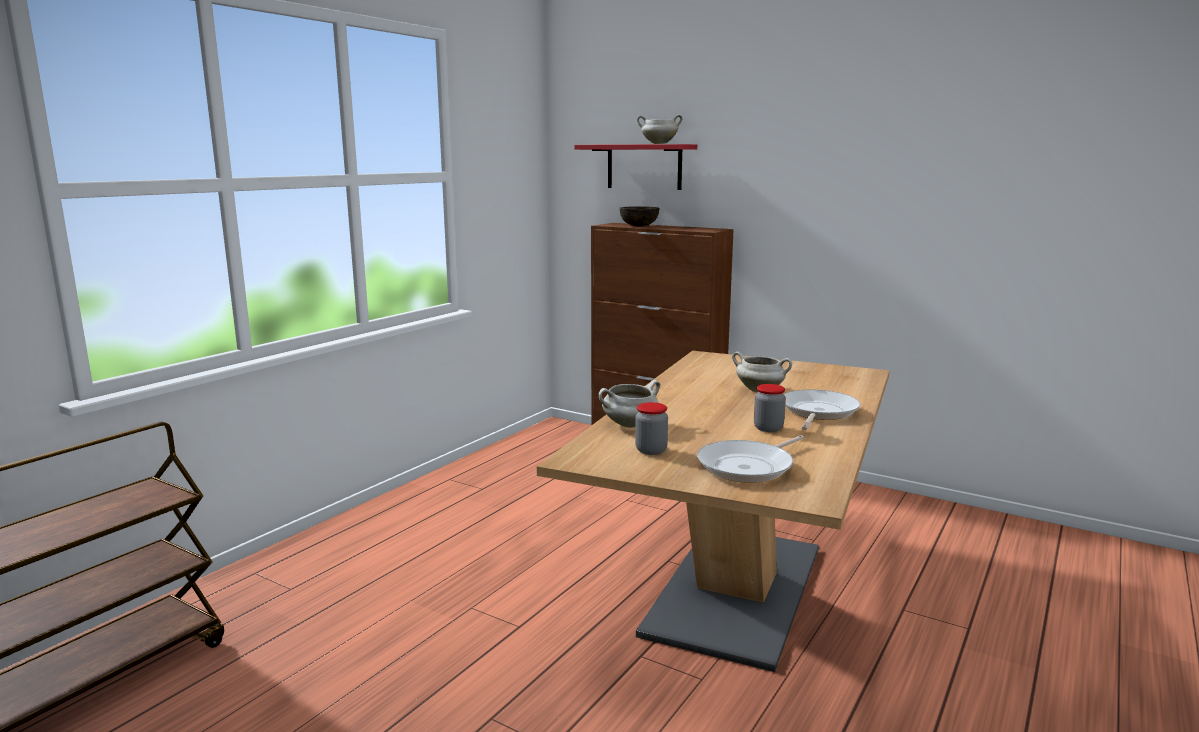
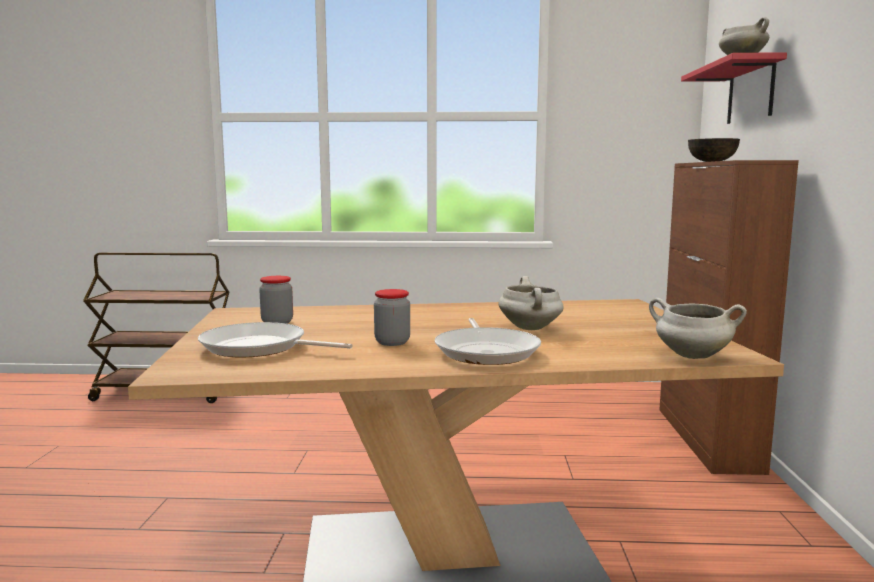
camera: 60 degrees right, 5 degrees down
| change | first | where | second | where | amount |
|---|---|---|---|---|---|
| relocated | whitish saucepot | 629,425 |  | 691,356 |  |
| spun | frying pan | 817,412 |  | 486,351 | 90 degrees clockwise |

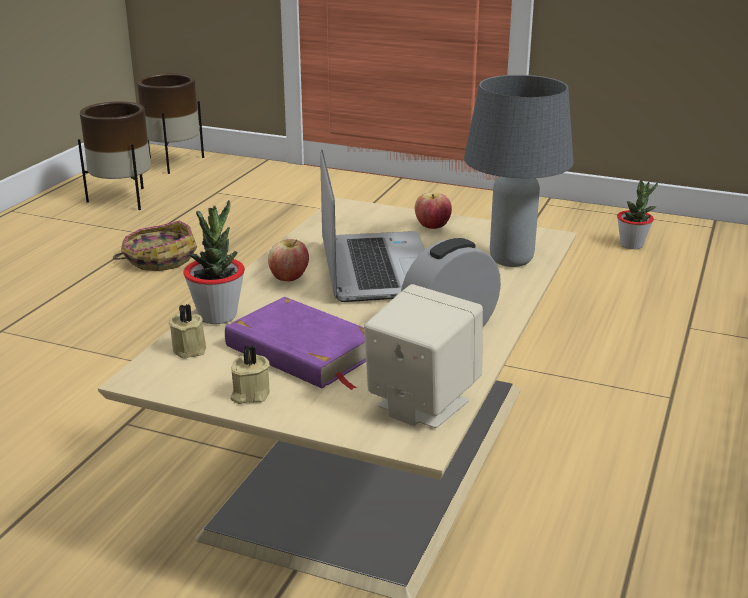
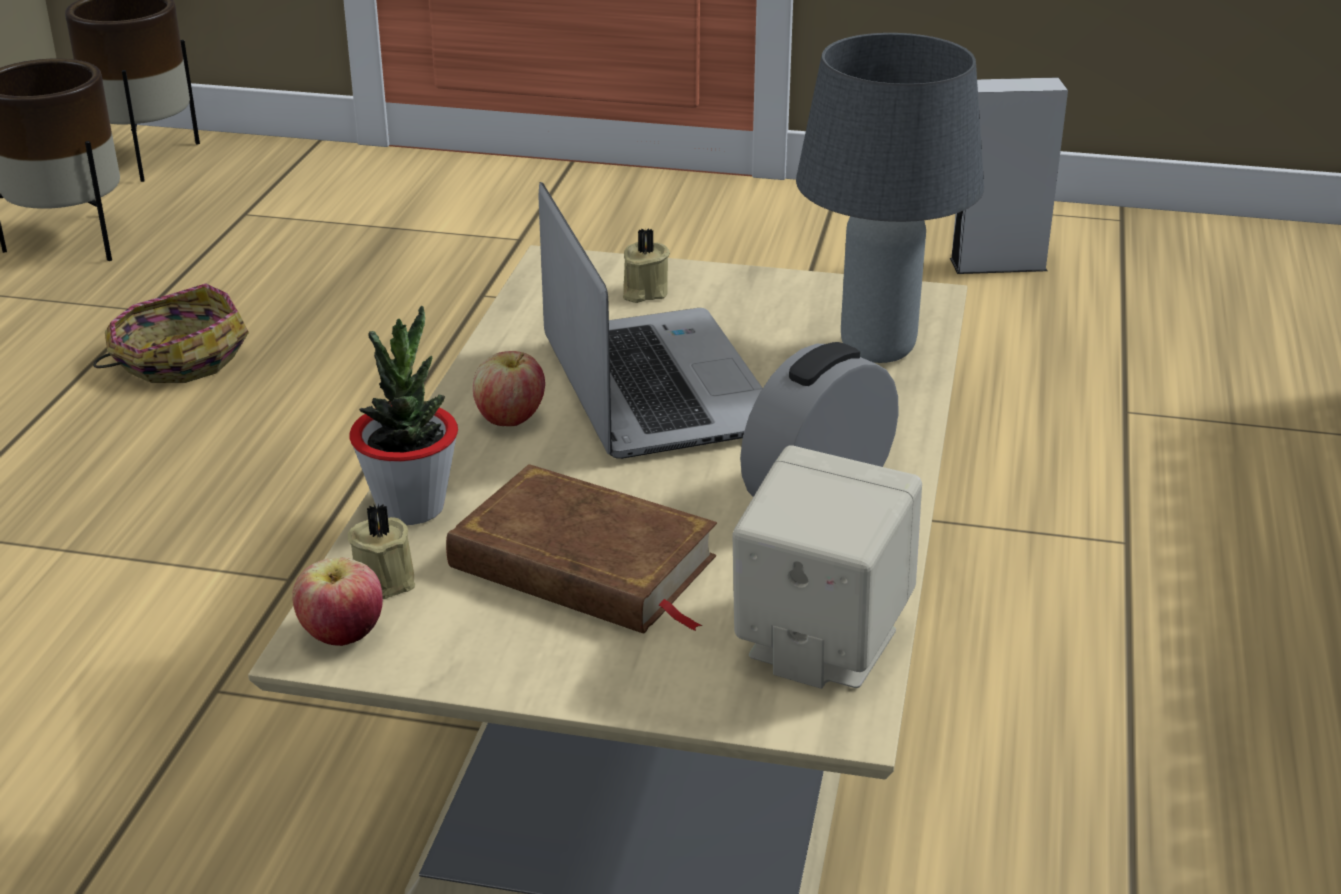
camera: 10 degrees left, 5 degrees up
| change | first | where | second | where | amount |
|---|---|---|---|---|---|
| relocated | beige-coloured wax candle | 249,394 |  | 643,292 |  |
| relocated | apple fruit | 432,227 |  | 342,636 |  |
| exchanged | houseplant | 632,245 | gray audio speaker | 998,264 |  |
| colour | purplish bound book | 301,351 | brown bound book | 583,564 |  |

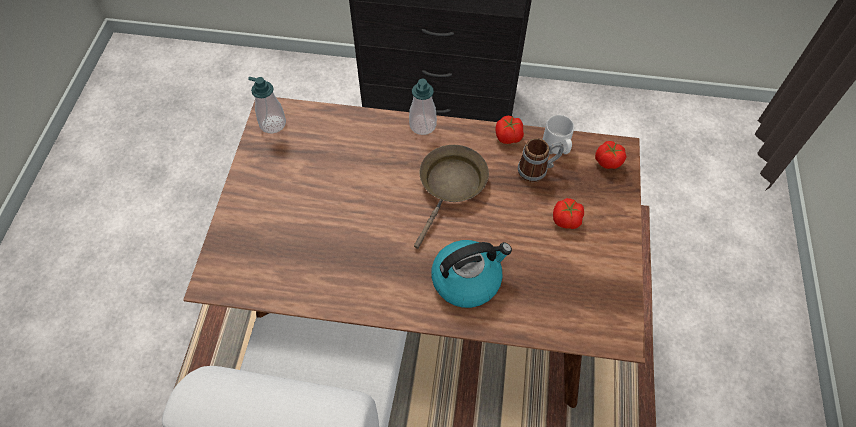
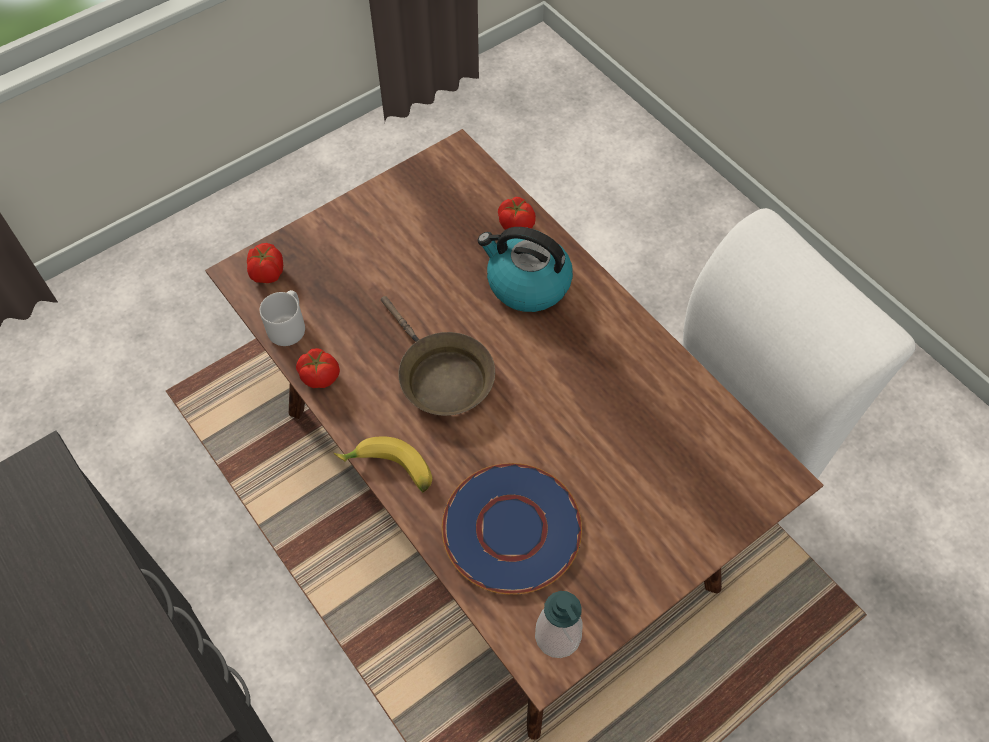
camera: 135 degrees left, 0 degrees up
| change | first | where | second | where | amount |
|---|---|---|---|---|---|
| missing | mug | 538,169 |  |  |  |
| appeared |  |  | blue-coloured flat dish | 511,528 |  |
| relocated | whole tomato | 566,220 |  | 516,225 |  |
| exchanged | soap bottle | 422,125 | whole banana | 388,471 |  |
| spun | brown frying pan | 451,186 |  | 441,376 | 105 degrees counterclockwise |

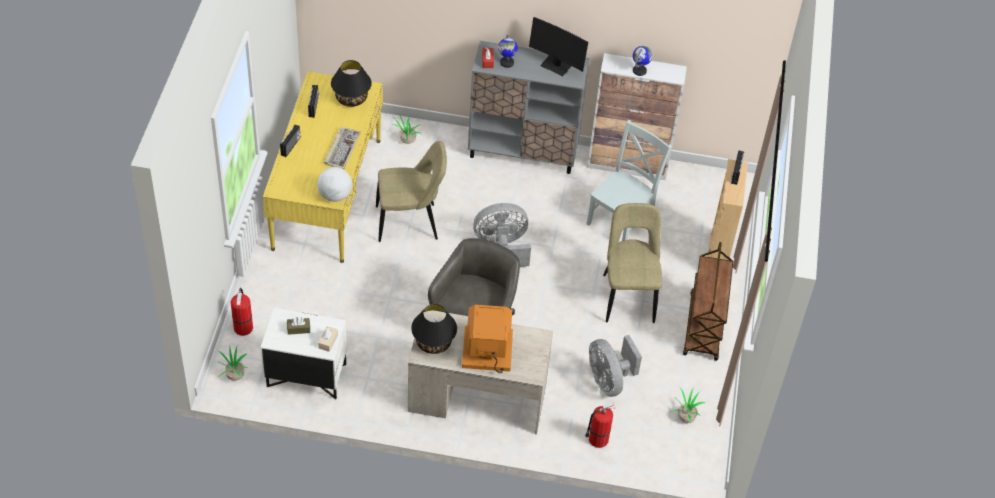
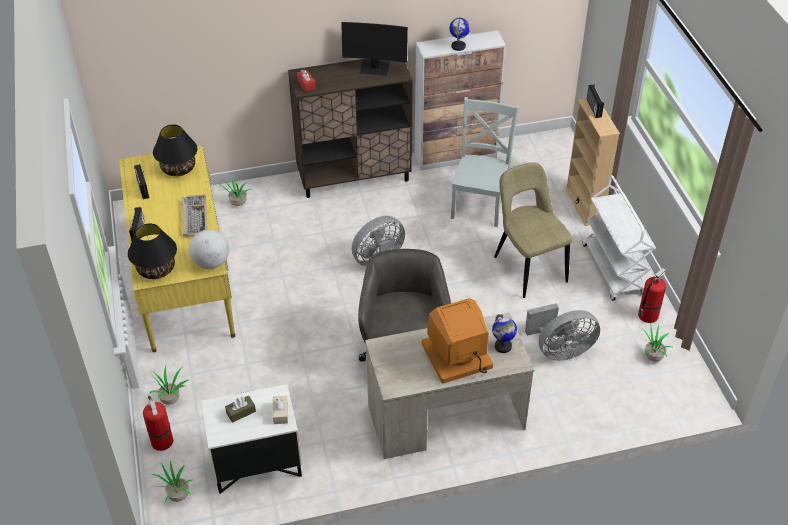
camera: 20 degrees left, 5 degrees down
| change | first | where | second | where | amount |
|---|---|---|---|---|---|
| missing | beige-coloured chair | 410,223 |  |  |  |
| appeared |  |  | houseplant | 171,399 |  |
| relocated | black lamp for a table | 434,342 |  | 156,269 |  |
| relocated | desk globe | 507,62 |  | 503,346 |  |
| relocated | extinguisher | 597,439 |  | 647,316 |  |
| colour | gray cabinet | 523,152 | brown cabinet | 354,177 |  |
| colour | brown cart | 703,328 | whitish cart | 613,270 |  |
| spun | gray cooling fan | 609,380 |  | 560,350 | 60 degrees counterclockwise |

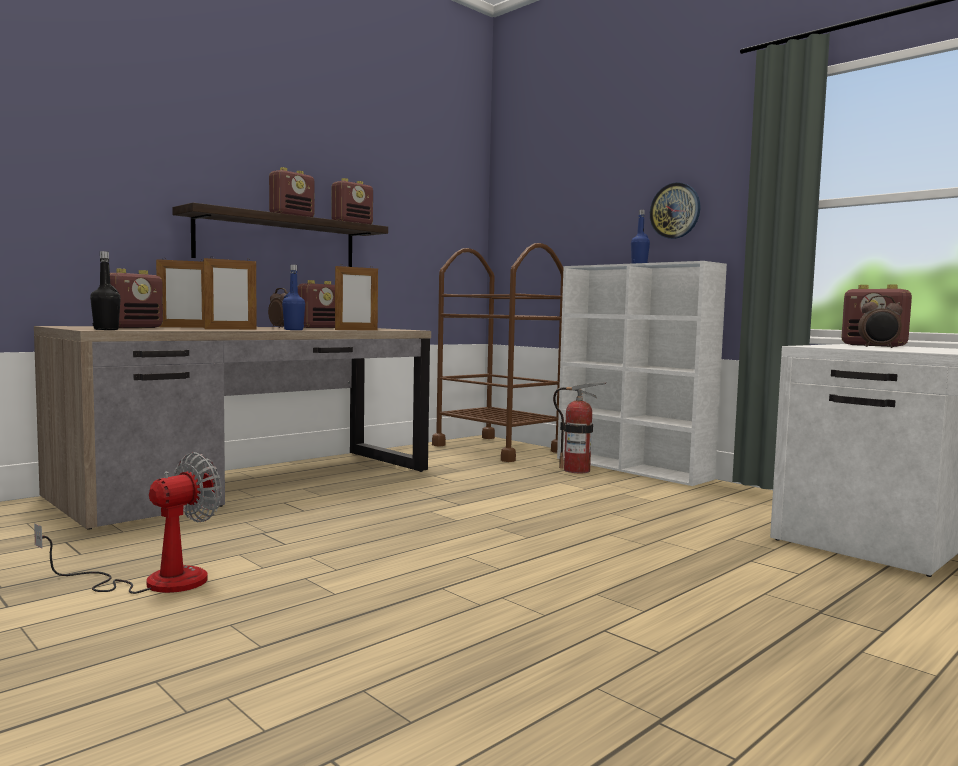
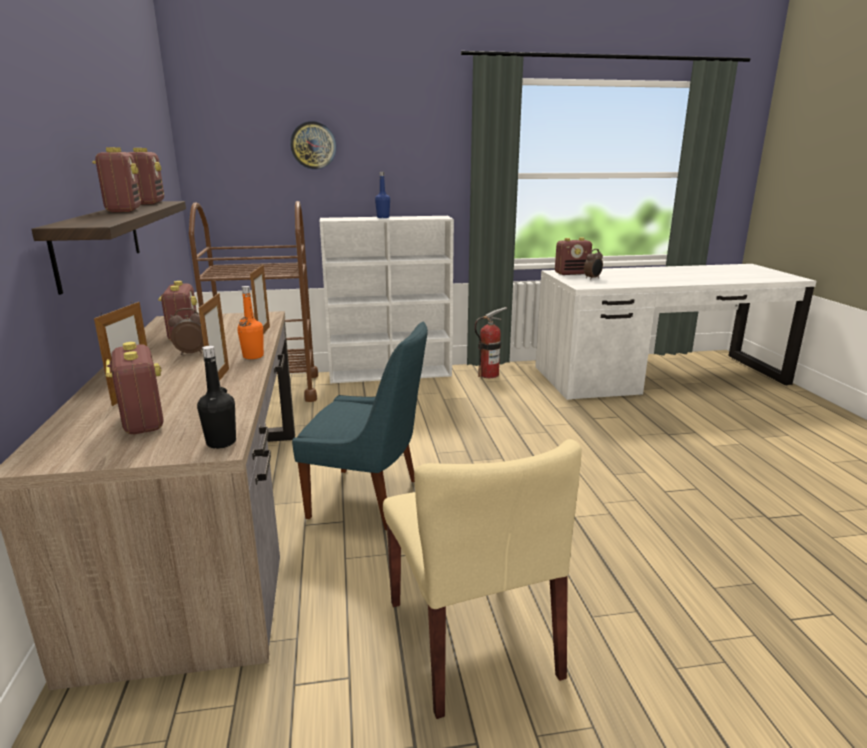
camera: 55 degrees left, 15 degrees up
| change | first | where | second | where | amount |
|---|---|---|---|---|---|
| appeared |  |  | blue-coloured chair | 368,499 |  |
| relocated | extinguisher | 576,470 |  | 488,374 |  |
| relocated | wall clock | 675,211 |  | 313,145 |  |
| exchanged | cooling fan | 154,581 | beige-coloured chair | 472,639 |  |
| colour | blue-coloured bottle | 293,330 | orange bottle | 253,356 |  |

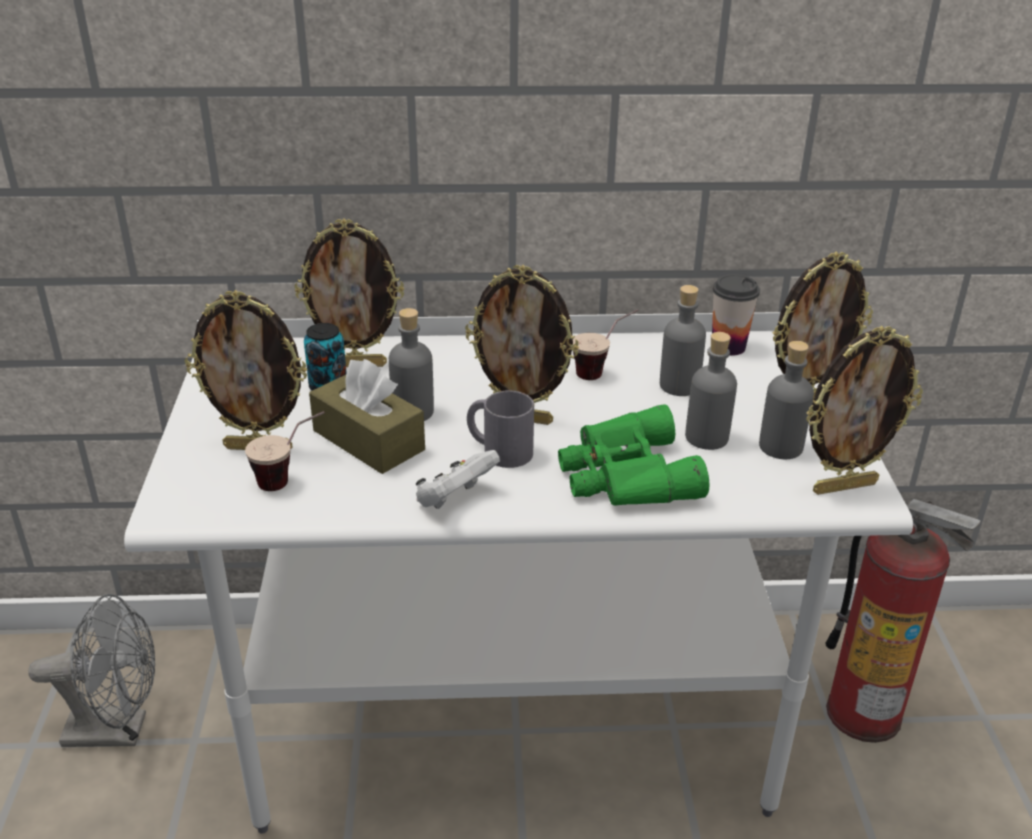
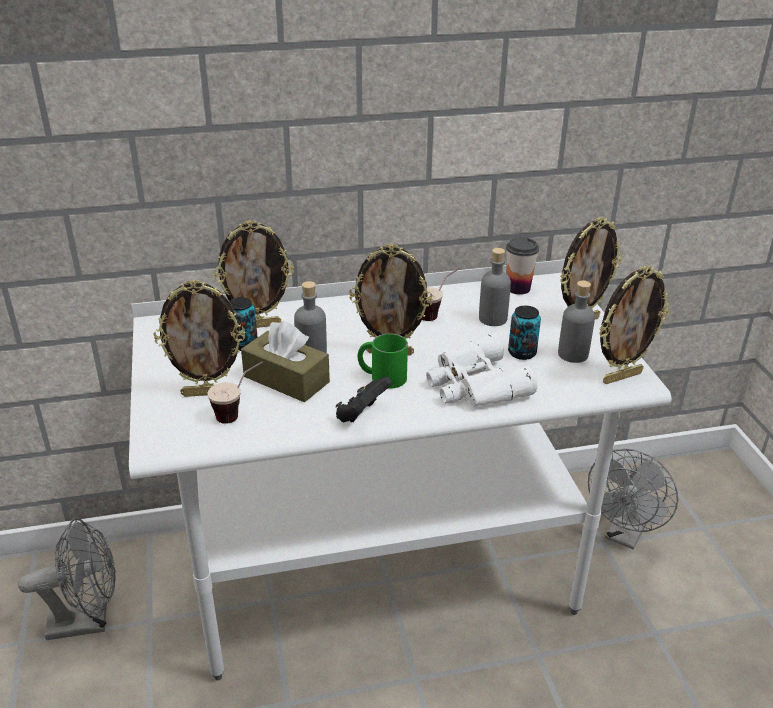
camera: 10 degrees left, 0 degrees up
| change | first | where | second | where | amount |
|---|---|---|---|---|---|
| exchanged | gray bottle | 707,437 | metal can | 522,353 |  |
| exchanged | extinguisher | 864,713 | gray cooling fan | 625,535 |  |
| colour | whitish joypad | 455,499 | black joypad | 362,414 |  |
| colour | gray mug | 499,450 | greenish mug | 381,377 |  |
| colour | greenish field glasses | 624,475 | whitish field glasses | 474,385 |  |

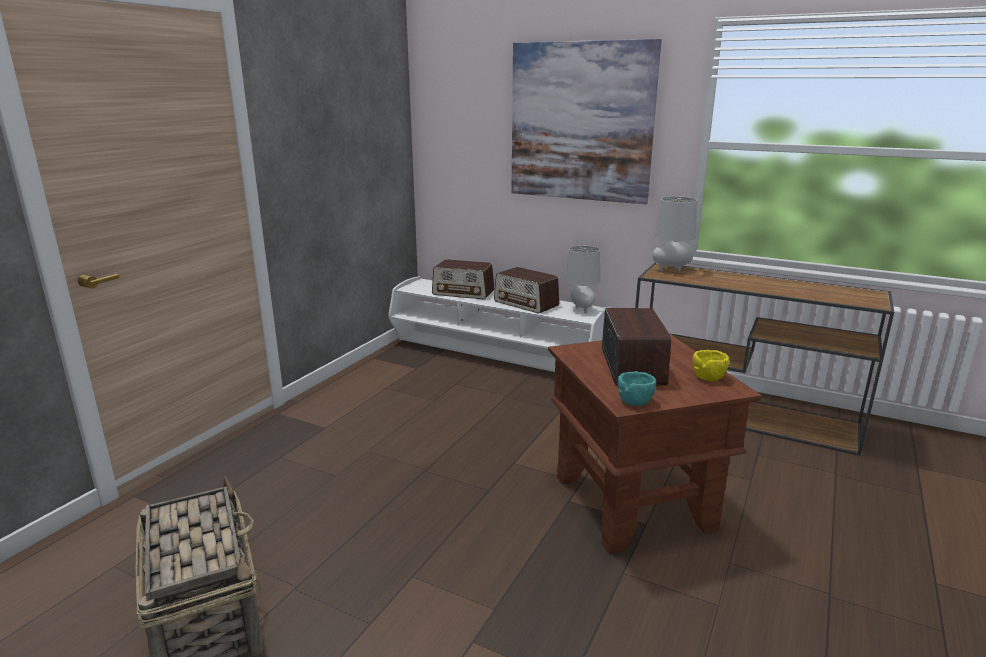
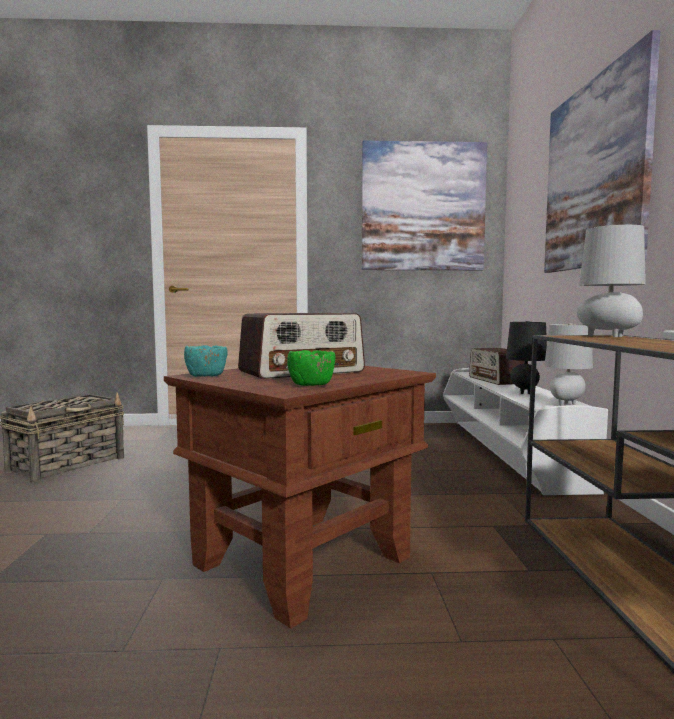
camera: 60 degrees right, 15 degrees down
| change | first | where | second | where | amount |
|---|---|---|---|---|---|
| appeared |  |  | picture | 423,207 |  |
| exchanged | radio | 526,303 | black lamp for a table | 525,392 |  |
| colour | yellow deep dish | 708,377 | greenish deep dish | 312,385 |  |

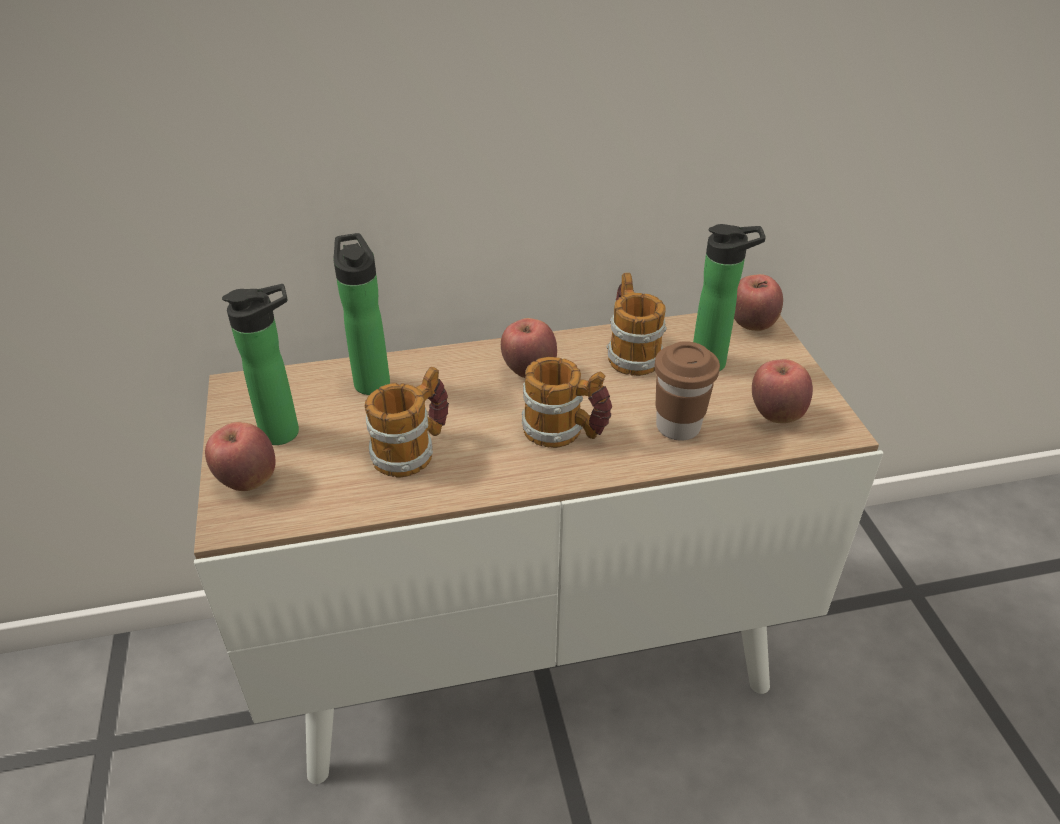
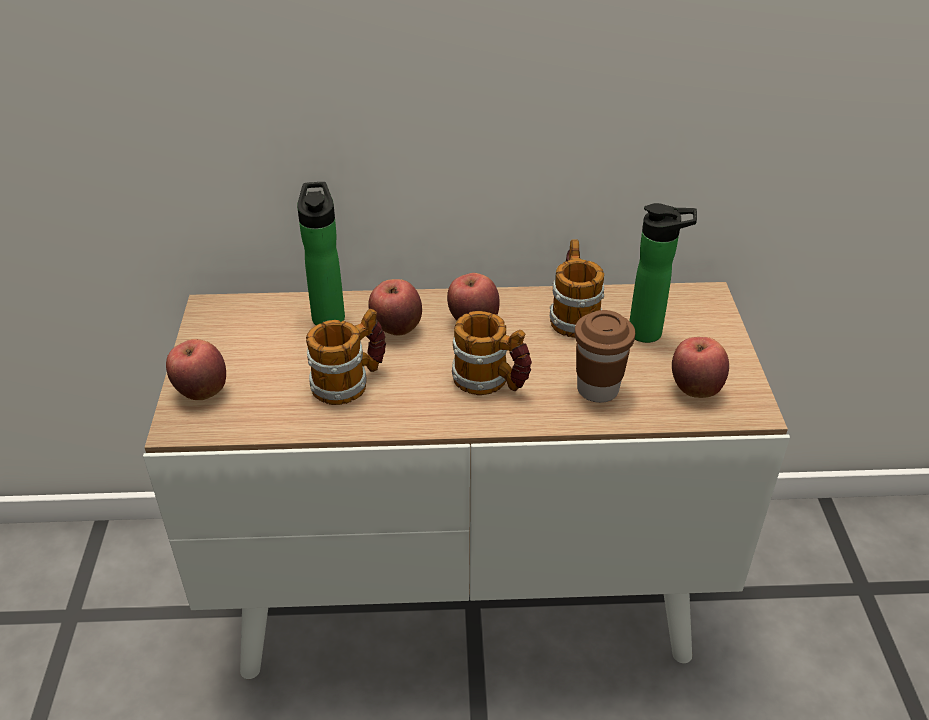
camera: 10 degrees right, 0 degrees up
| change | first | where | second | where | amount |
|---|---|---|---|---|---|
| missing | bottle | 286,431 |  |  |  |
| relocated | apple fruit | 752,325 |  | 396,329 |  |

